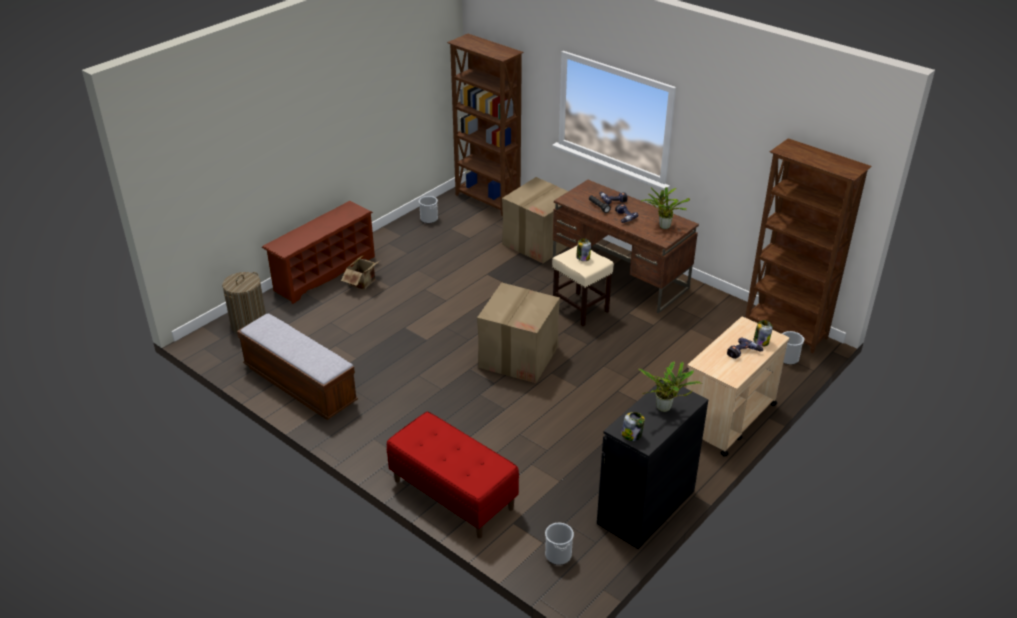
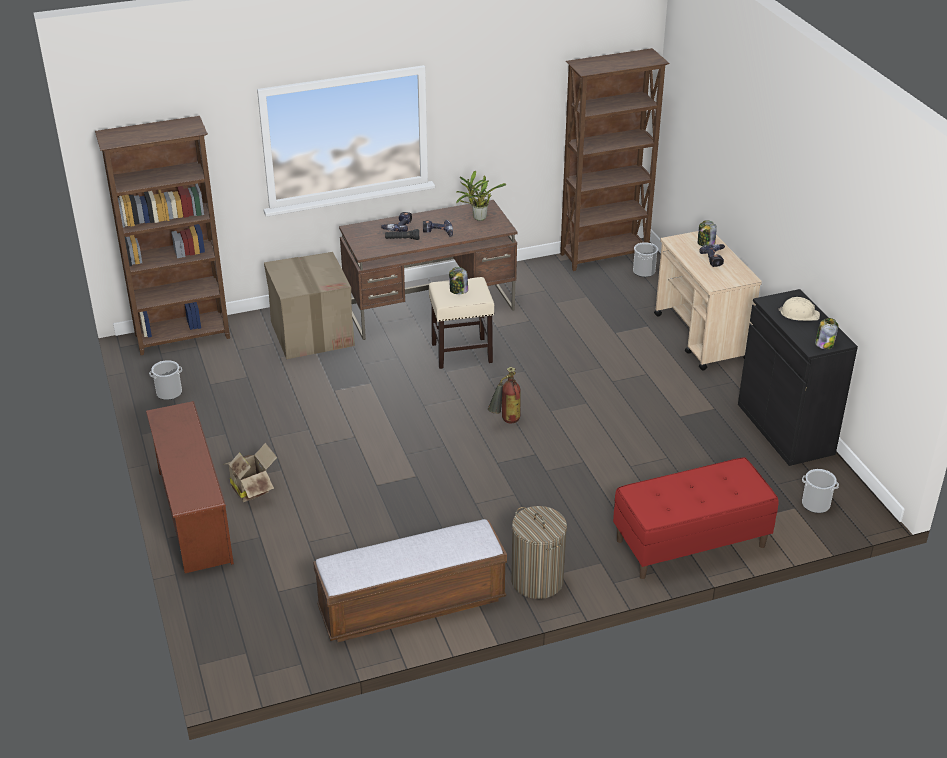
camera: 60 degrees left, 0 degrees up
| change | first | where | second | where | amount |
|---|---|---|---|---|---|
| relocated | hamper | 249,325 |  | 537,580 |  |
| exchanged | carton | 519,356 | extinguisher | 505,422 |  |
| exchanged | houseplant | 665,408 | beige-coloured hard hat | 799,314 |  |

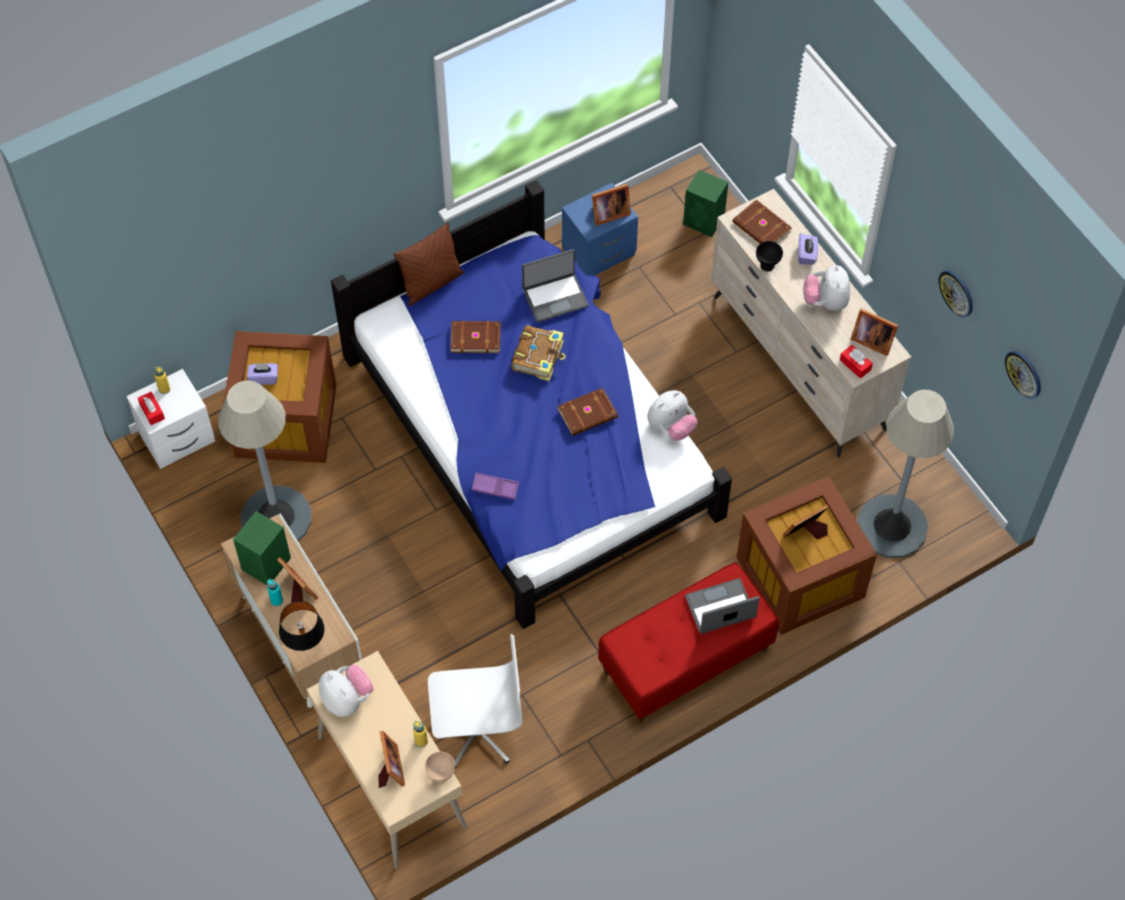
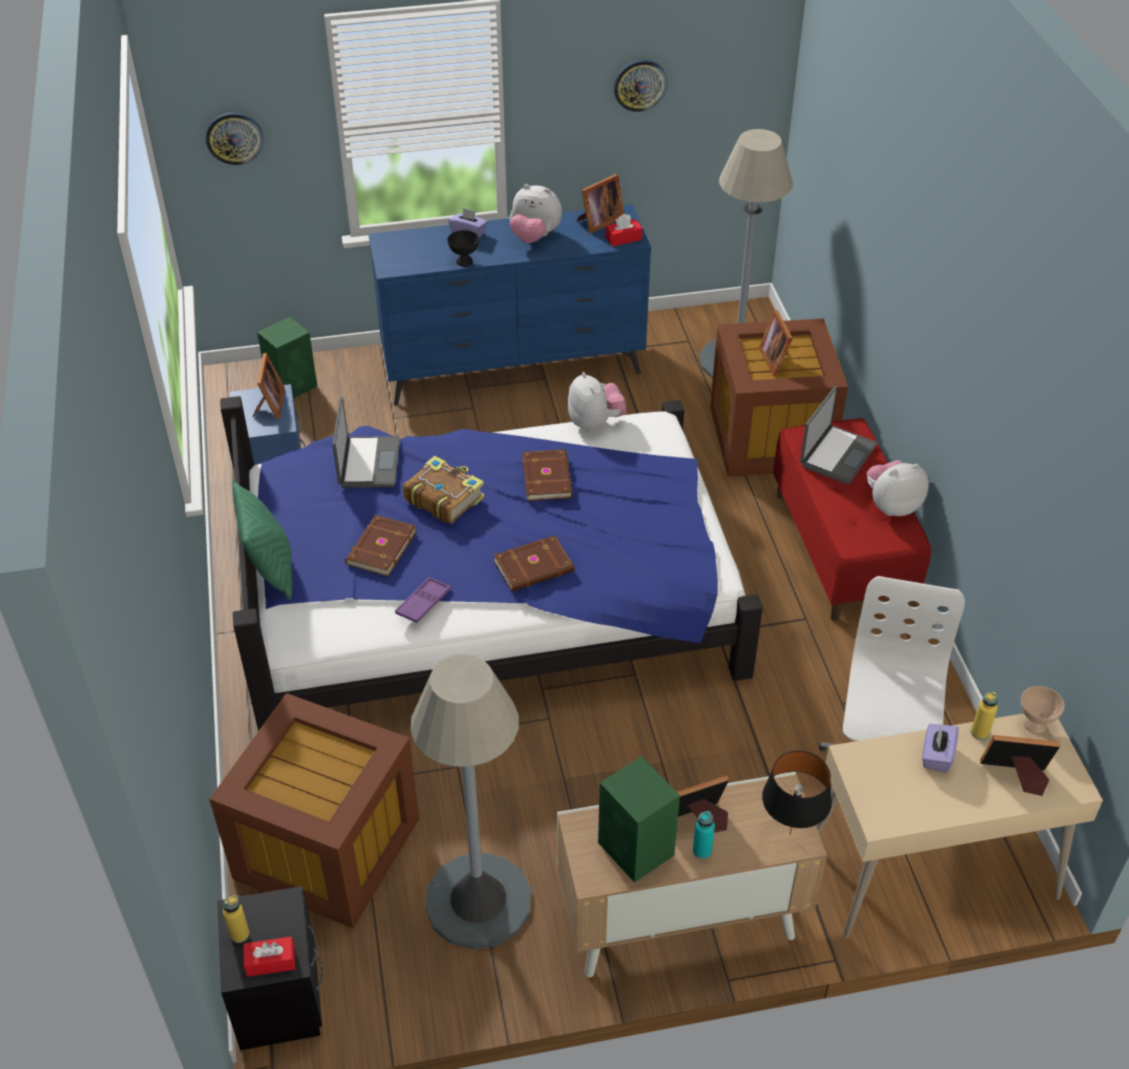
camera: 70 degrees left, 15 degrees down
| change | first | where | second | where | amount |
|---|---|---|---|---|---|
| relocated | purplish box of tissues | 264,378 |  | 936,756 |  |
| relocated | soft toy | 347,699 |  | 891,505 |  |
| relocated | purplish tray | 495,488 |  | 423,603 |  |
| relocated | brown bound book | 761,228 |  | 535,567 |  |
| relocated | wall clock | 1024,373 |  | 234,137 |  |
| colour | whitish bedside table | 178,439 | black bedside table | 281,996 |  |
| colour | brown cushion | 431,283 | greenish cushion | 271,569 |  |
| colour | beige-coloured dresser | 798,363 | blue-coloured dresser | 514,369 |  |
| spun | laptop | 720,608 |  | 836,455 | 150 degrees counterclockwise |

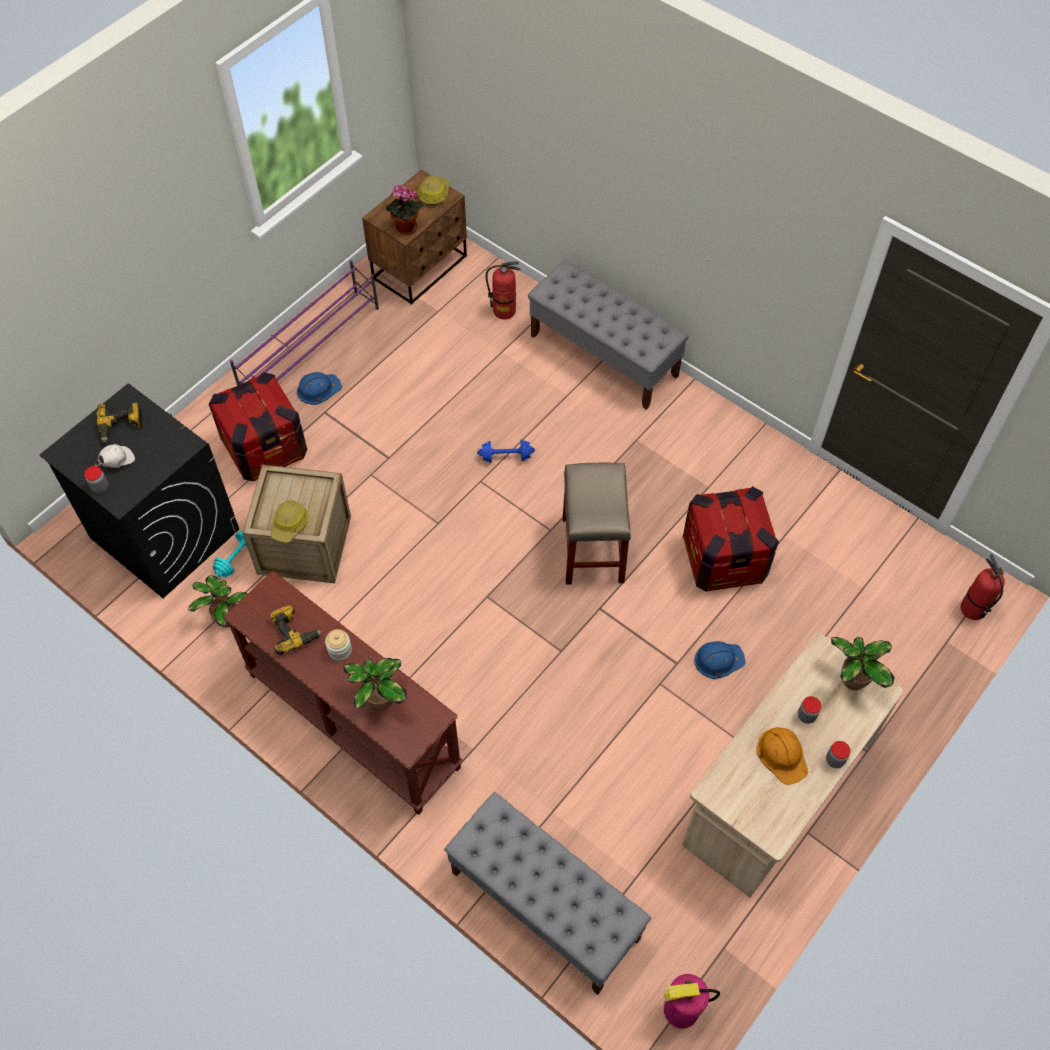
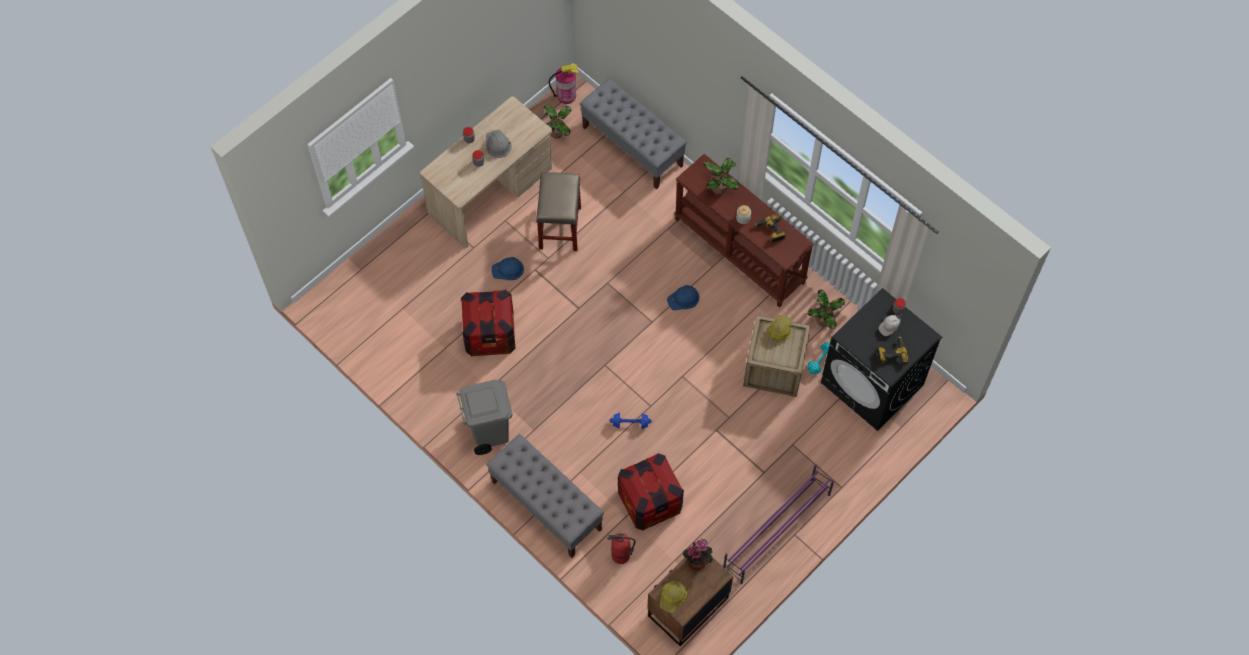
camera: 175 degrees left, 5 degrees up
| change | first | where | second | where | amount |
|---|---|---|---|---|---|
| missing | extinguisher | 972,609 |  |  |  |
| appeared |  |  | gray waste bin | 489,432 |  |
| relocated | packing crate | 265,448 |  | 650,501 |  |
| relocated | blue-coloured hard hat | 318,389 |  | 683,299 |  |
| relocated | beige-coloured sitting stool | 592,548 |  | 560,228 |  |
| relocated | houseplant | 852,680 |  | 557,133 |  |
| colour | orange hard hat | 782,755 | gray hard hat | 497,144 |  |

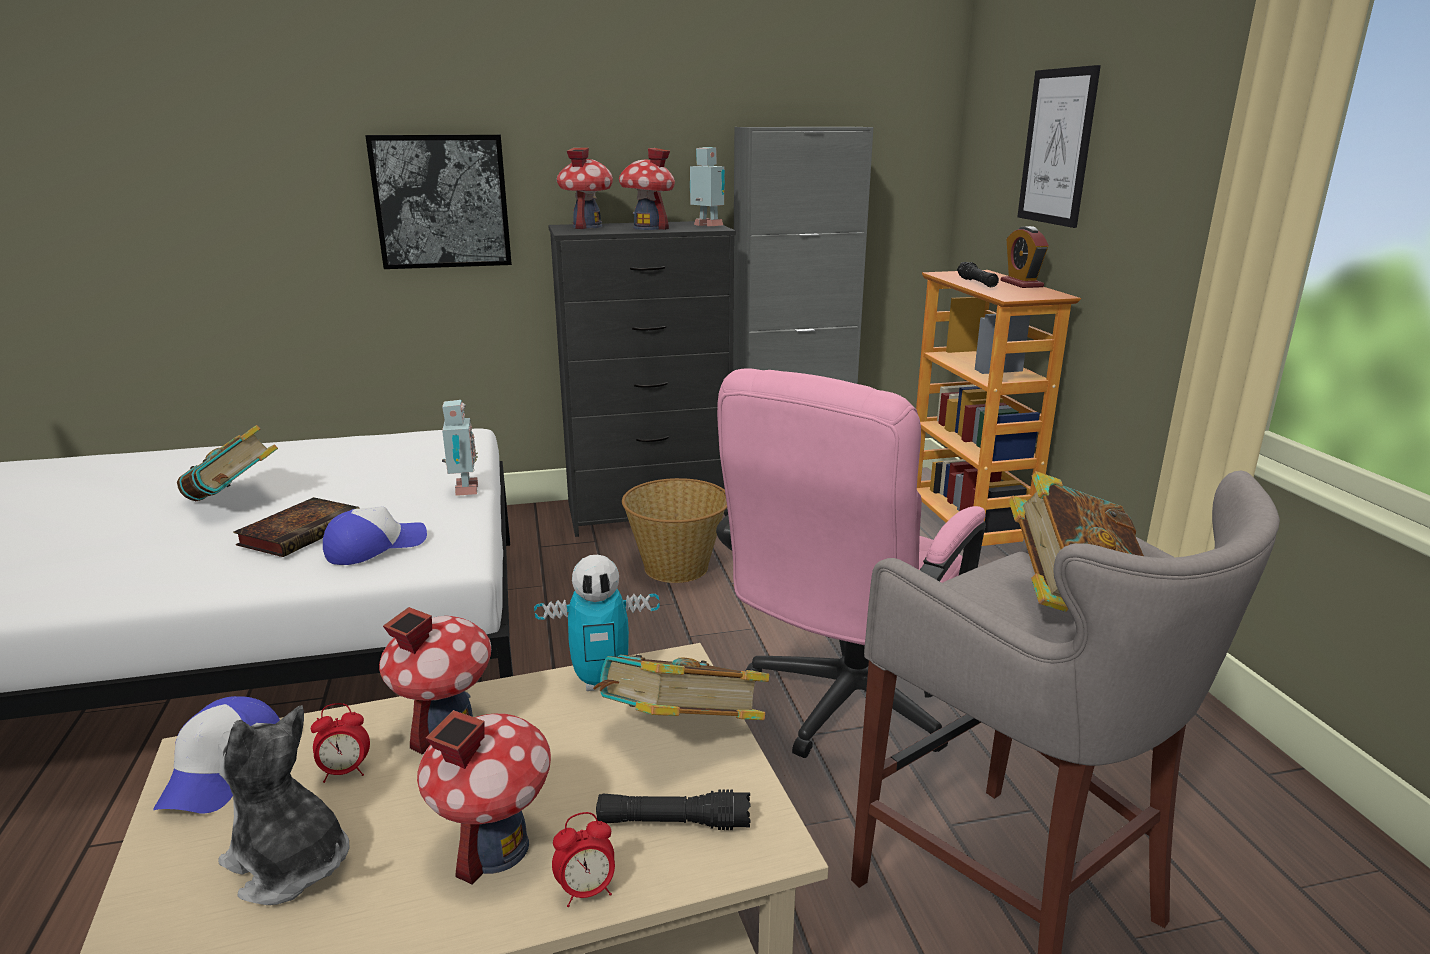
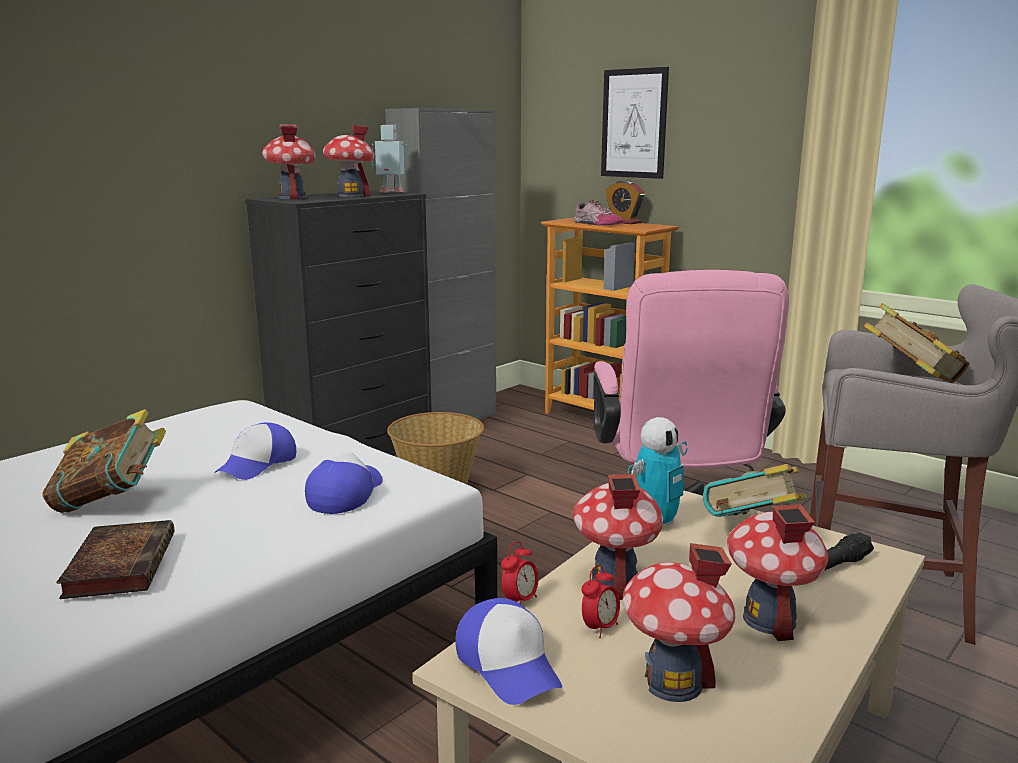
camera: 35 degrees left, 5 degrees down
| change | first | where | second | where | amount |
|---|---|---|---|---|---|
| missing | picture | 442,202 |  |  |  |
| missing | model robot | 463,491 |  |  |  |
| appeared |  |  | baseball cap | 258,464 |  |
| relocated | bound book | 302,532 |  | 120,564 |  |
| relocated | table clock | 586,891 |  | 520,601 |  |
| exchanged | soft toy | 290,863 | miniature house | 673,683 |  |
| exchanged | black hand torch | 977,283 | item of footwear | 596,224 |  |

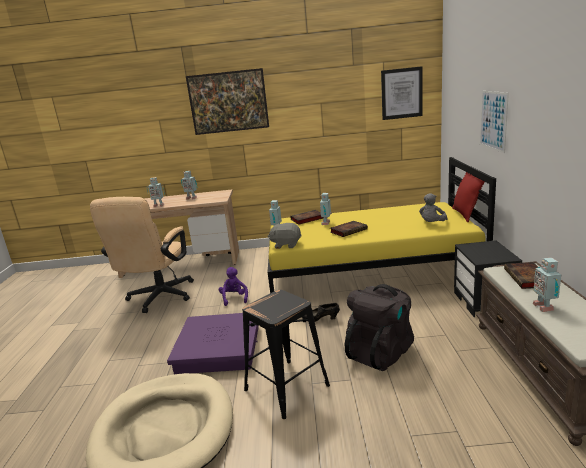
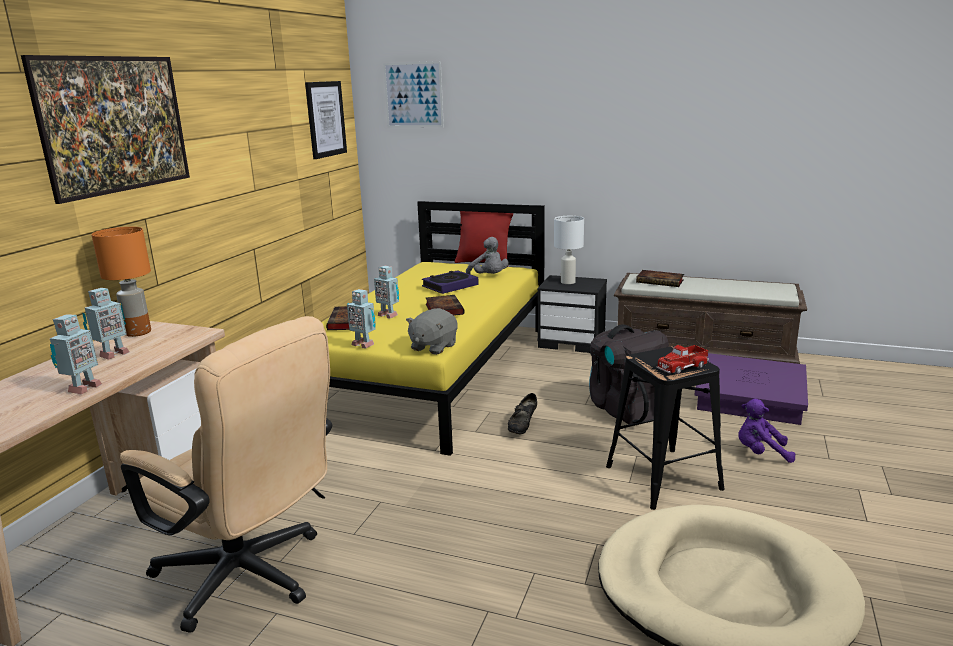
camera: 70 degrees left, 0 degrees up
| change | first | where | second | where | amount |
|---|---|---|---|---|---|
| missing | model robot | 544,306 |  |  |  |
| appeared |  |  | orange lamp for a table | 139,332 |  |
| appeared |  |  | bound book | 450,286 |  |
| appeared |  |  | whitish lamp for a table | 567,282 |  |
| appeared |  |  | toy lorry | 682,367 |  |
| relocated | purplish storage container | 219,349 |  | 750,397 |  |
| relocated | purplish soft toy | 234,298 |  | 760,453 |  |
| relocated | picture | 493,120 |  | 413,95 |  |

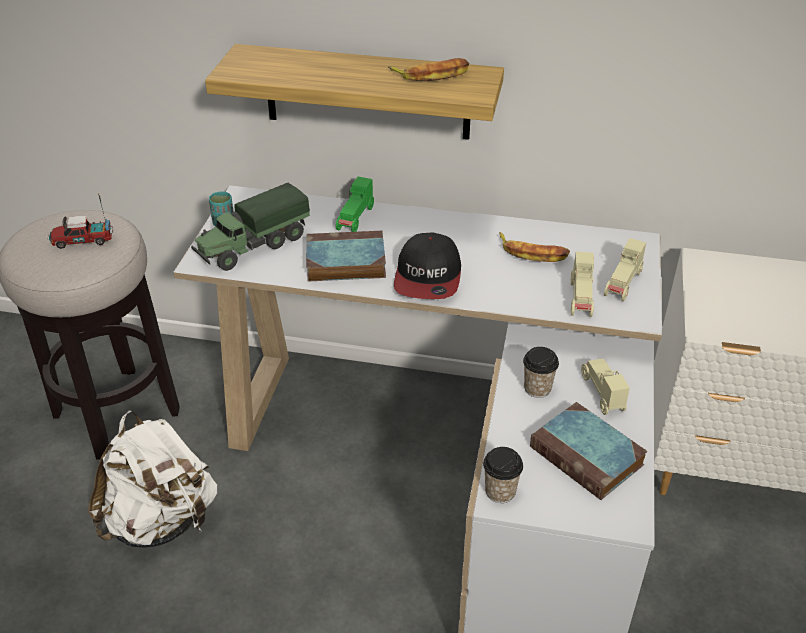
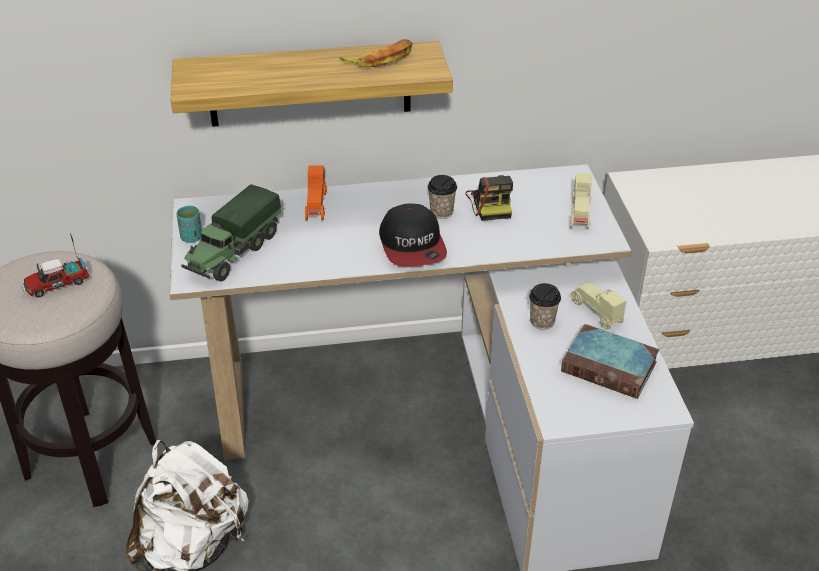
camera: 20 degrees left, 0 degrees up
| change | first | where | second | where | amount |
|---|---|---|---|---|---|
| missing | bound book | 344,262 |  |  |  |
| missing | beige-coloured model car | 581,299 |  |  |  |
| relocated | cup | 500,491 |  | 441,212 |  |
| exchanged | whole banana | 532,252 | still camera | 491,203 |  |
| colour | greenish model car | 356,219 | orange model car | 316,206 |  |

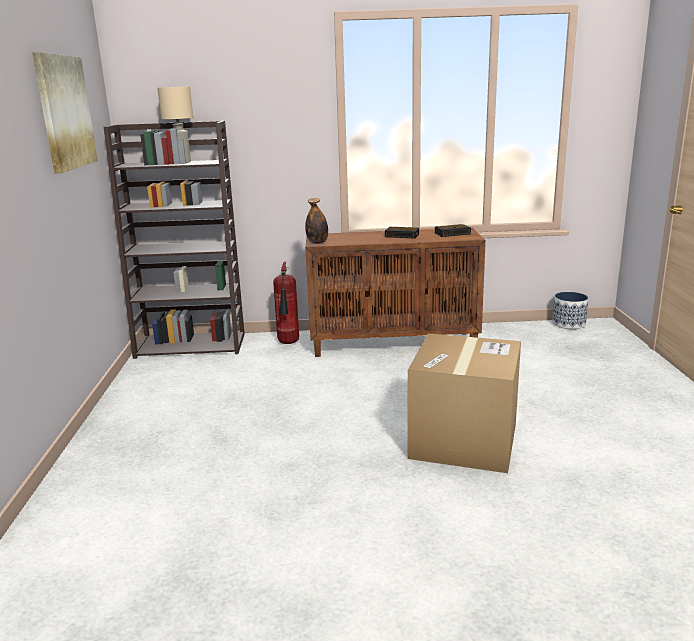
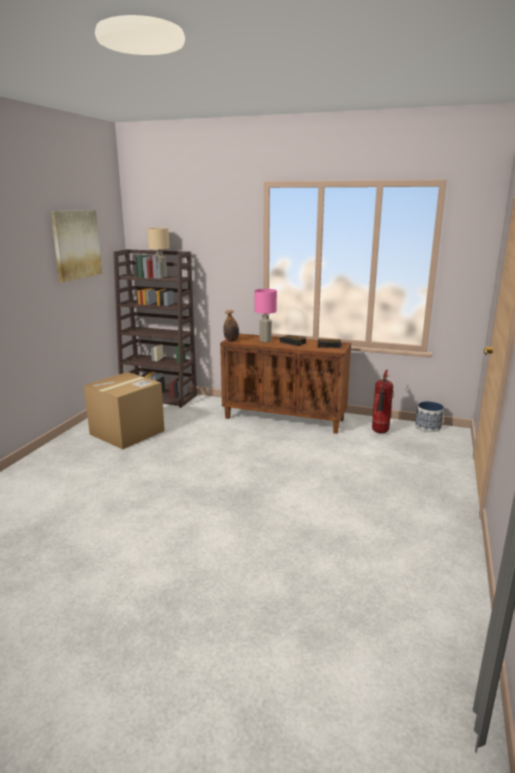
camera: 20 degrees right, 0 degrees up
| change | first | where | second | where | amount |
|---|---|---|---|---|---|
| appeared |  |  | pink-coloured lamp for a table | 265,341 |  |
| relocated | extinguisher | 288,343 |  | 380,432 |  |
| relocated | carton | 464,441 |  | 127,432 |  |

